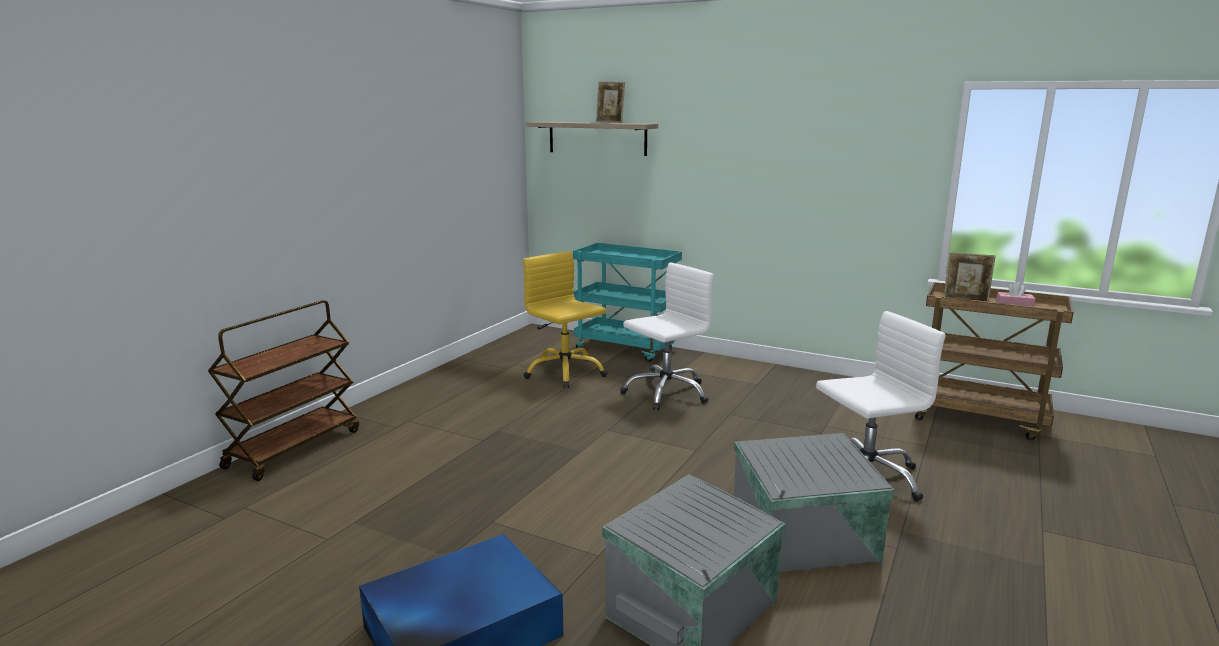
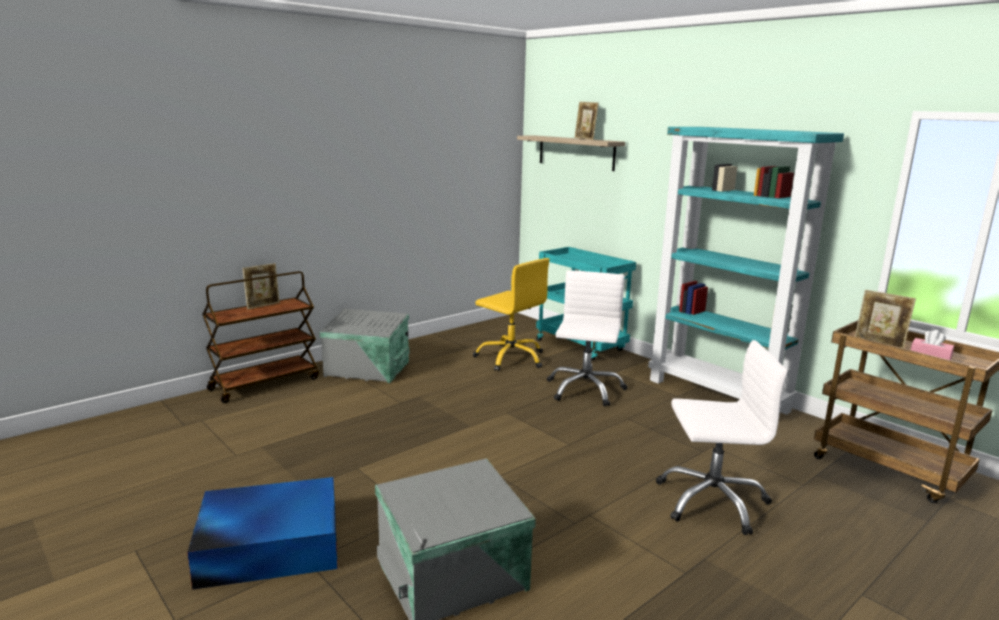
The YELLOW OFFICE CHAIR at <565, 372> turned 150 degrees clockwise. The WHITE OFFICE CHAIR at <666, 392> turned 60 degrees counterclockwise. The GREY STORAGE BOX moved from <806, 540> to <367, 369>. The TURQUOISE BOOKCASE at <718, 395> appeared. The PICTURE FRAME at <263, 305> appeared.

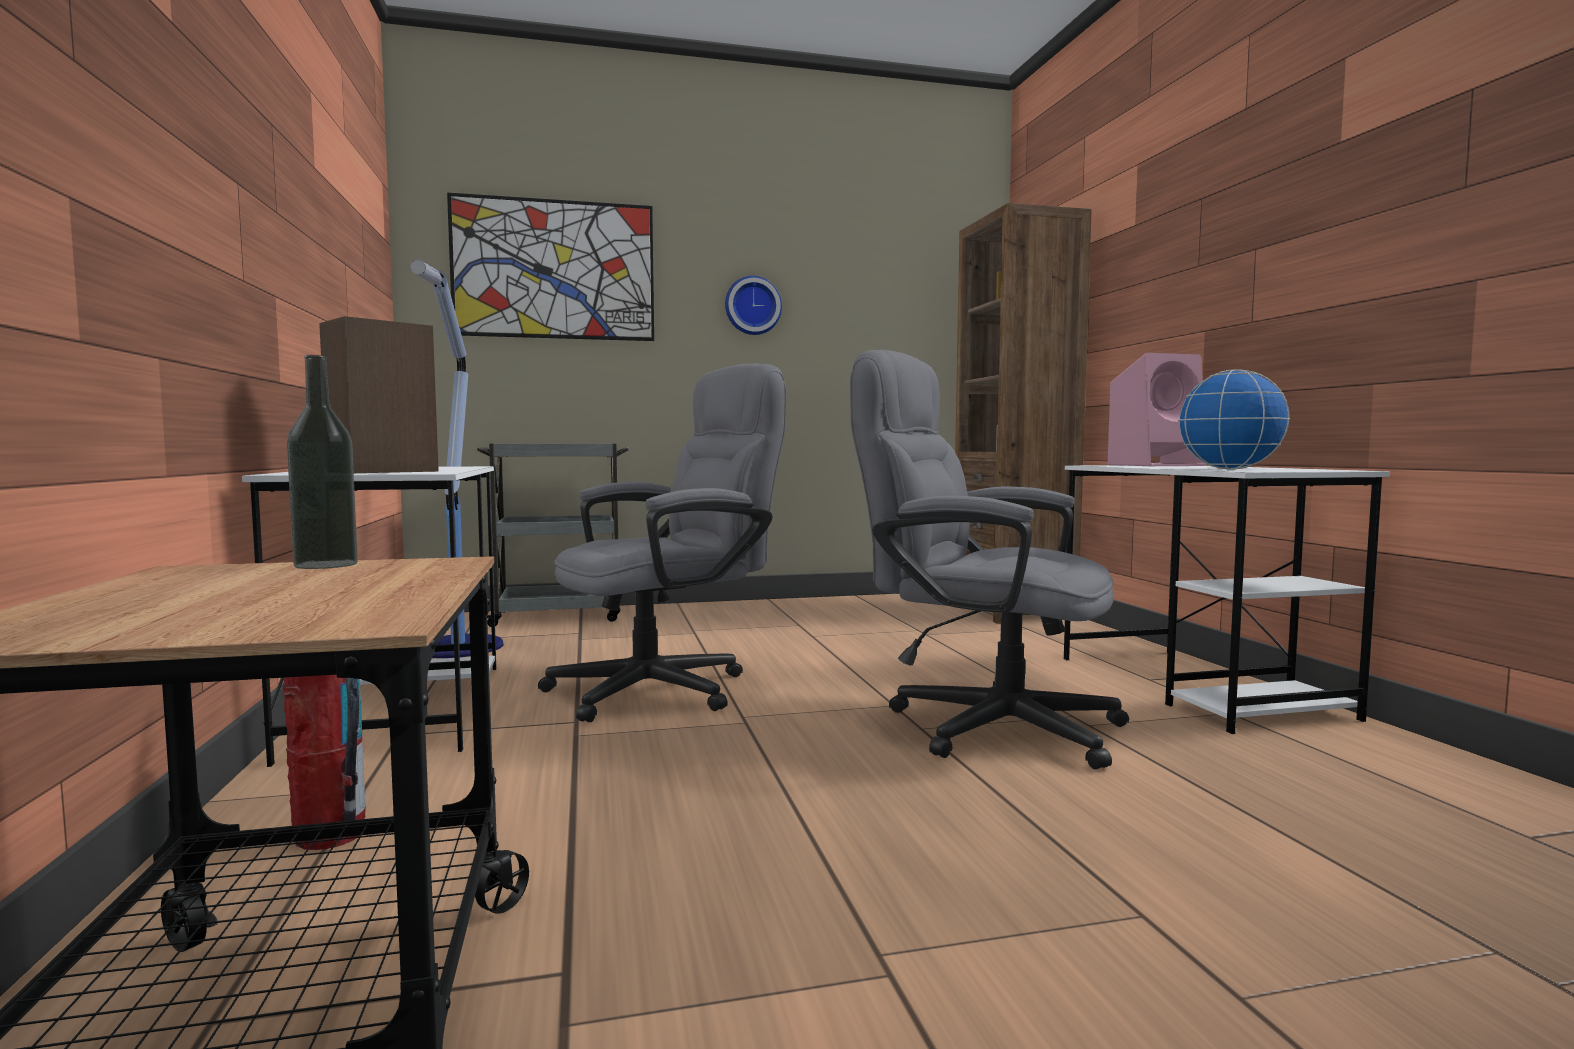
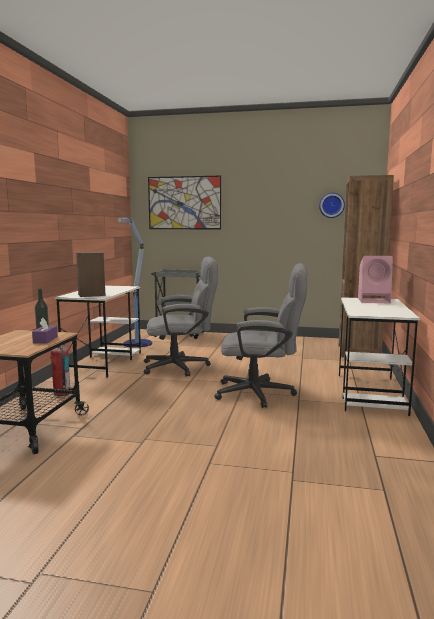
The WALL CLOCK moved from <752, 306> to <331, 205>. The GREY OFFICE CHAIR at <982, 724> turned 135 degrees clockwise. The GLOBE at <1230, 469> disappeared. The PURPLE TISSUE BOX at <45, 340> appeared.

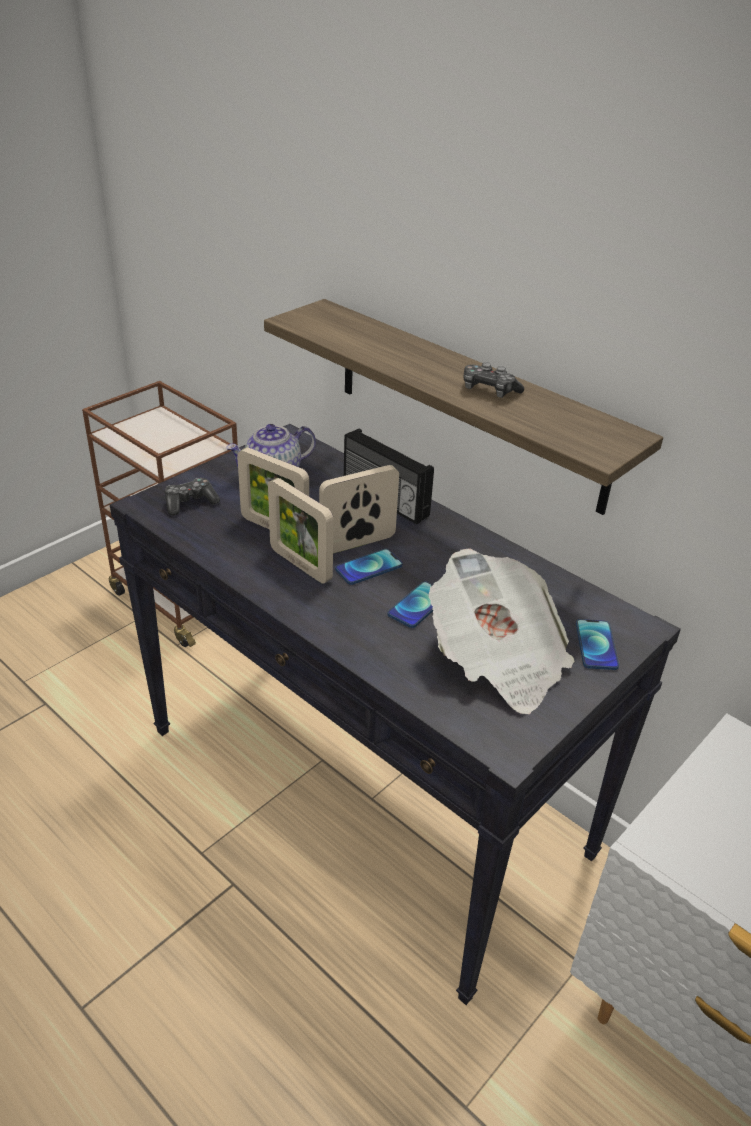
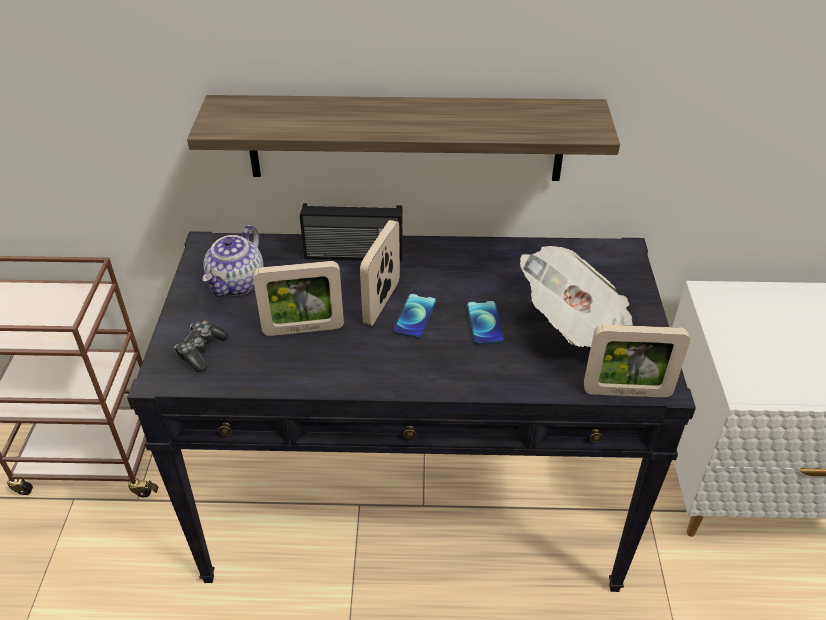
The GAME CONTROLLER at <489, 390> disappeared. The PICTURE FRAME moved from <300, 565> to <626, 392>. The PHONE at <596, 645> disappeared.

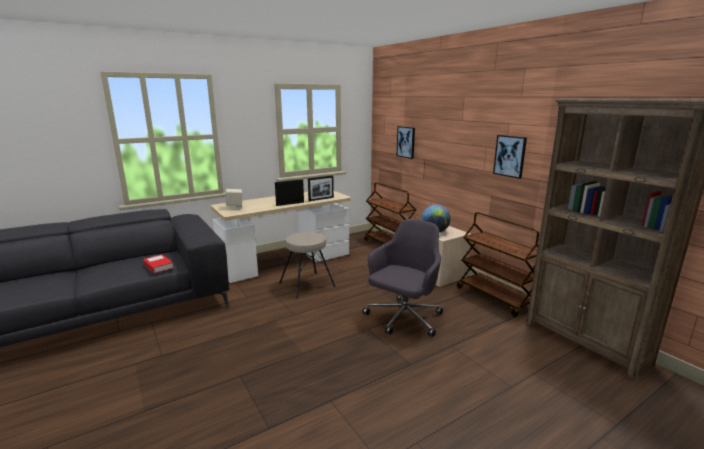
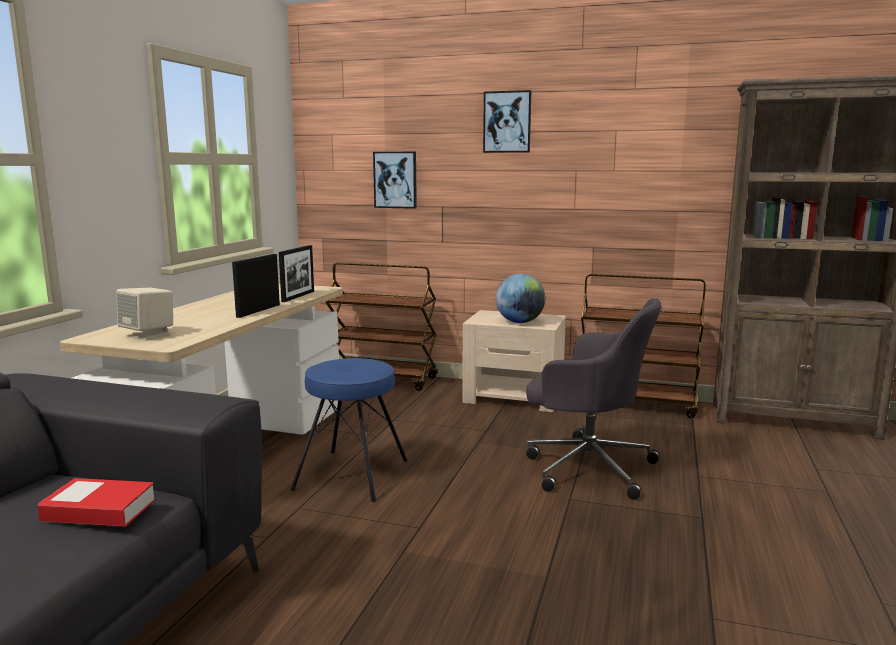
The PICTURE moved from <510, 156> to <507, 122>. The GREY OFFICE CHAIR at <403, 318> turned 120 degrees clockwise. The BEIGE STOOL at <307, 285> became the BLUE STOOL at <353, 474>.

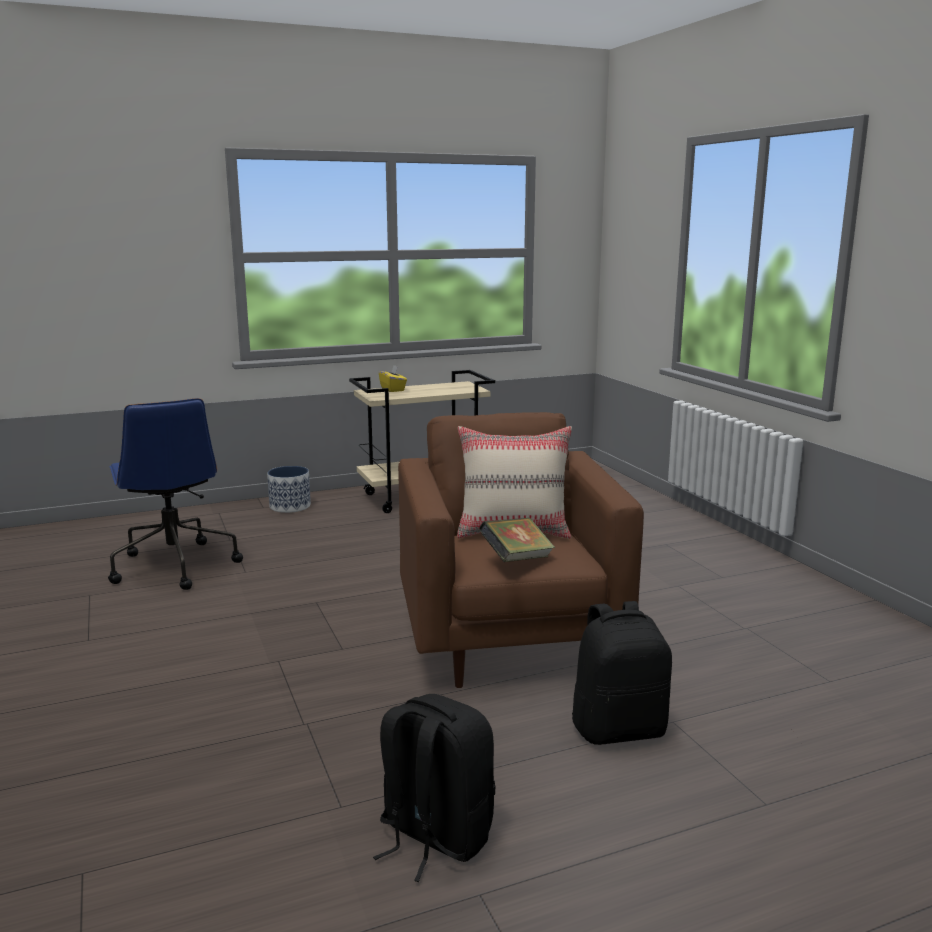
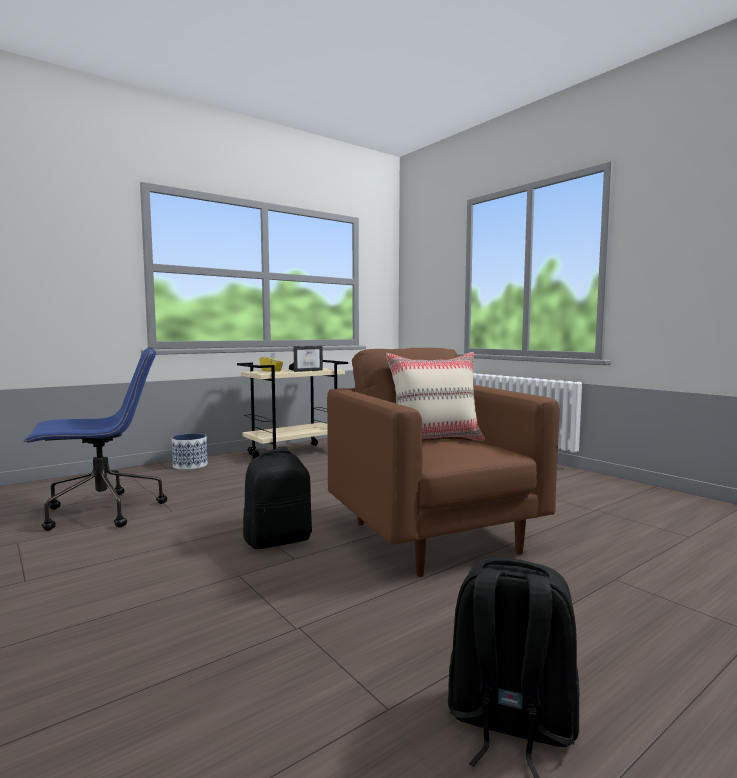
The BLUE OFFICE CHAIR at <174, 566> turned 75 degrees counterclockwise. The BOOK at <516, 559> disappeared. The BLACK BACKPACK moved from <619, 729> to <278, 540>. The PICTURE FRAME at <307, 371> appeared.

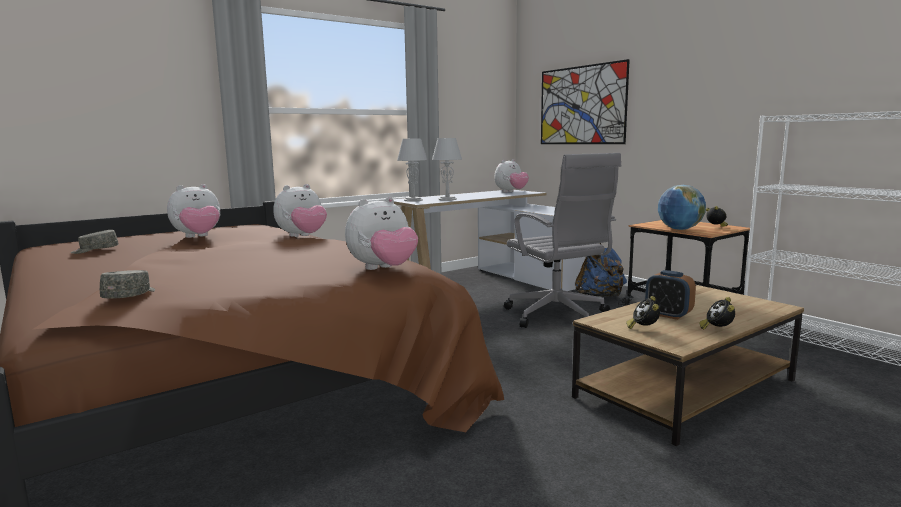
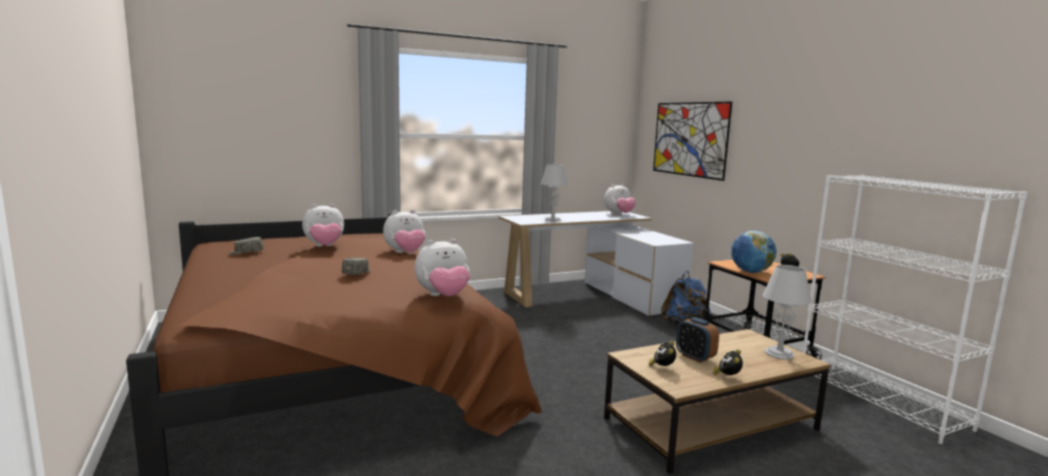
The GREY TABLE LAMP moved from <413, 200> to <779, 353>. The GREY OFFICE CHAIR at <558, 316> disappeared. The GREY CAP moved from <131, 296> to <357, 273>.

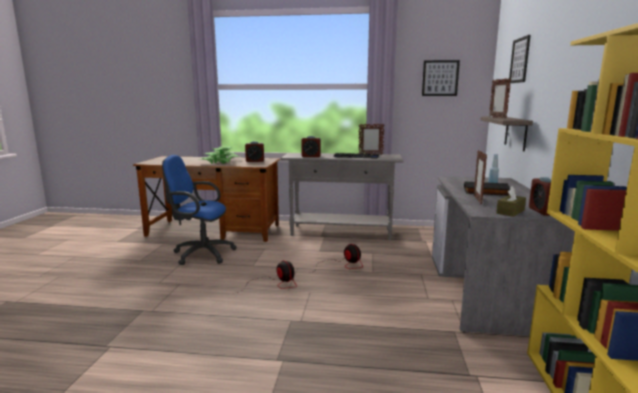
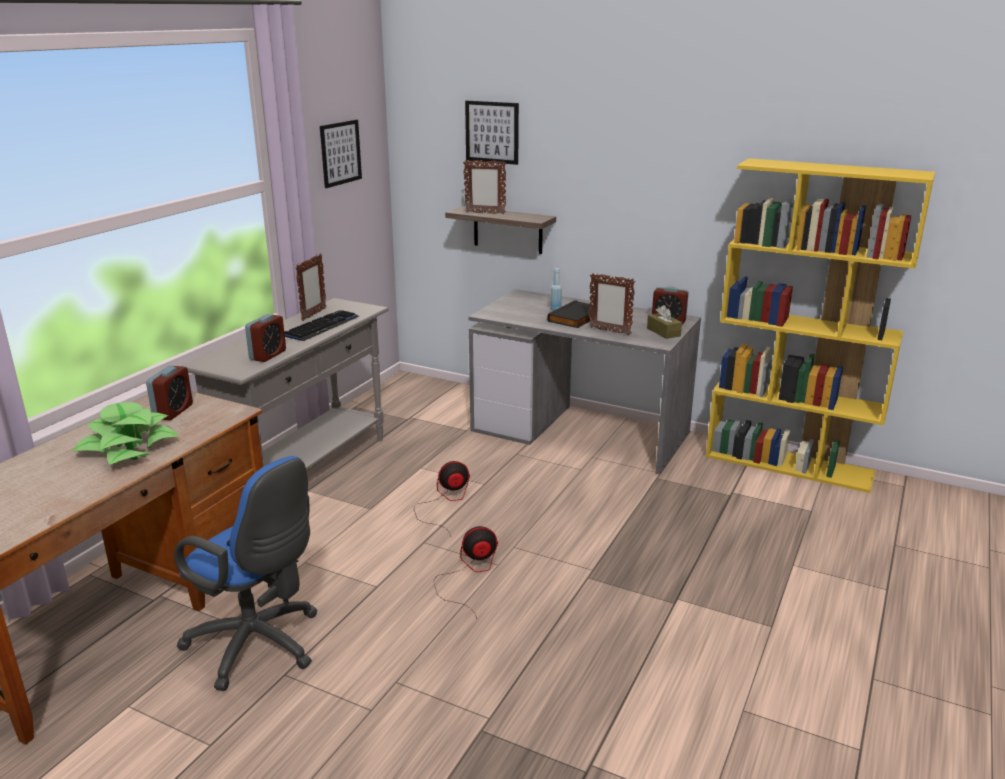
The BLUE OFFICE CHAIR at <200, 254> turned 90 degrees counterclockwise.

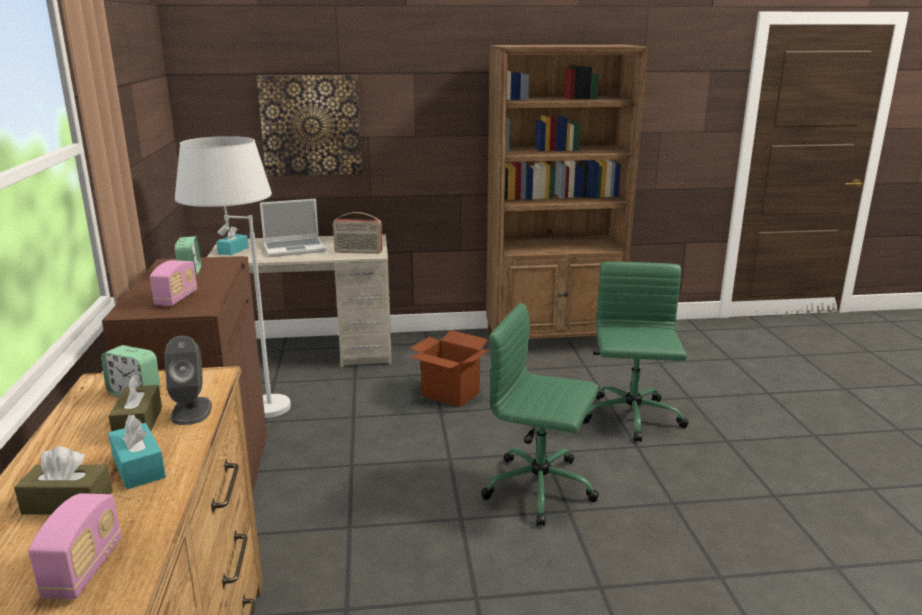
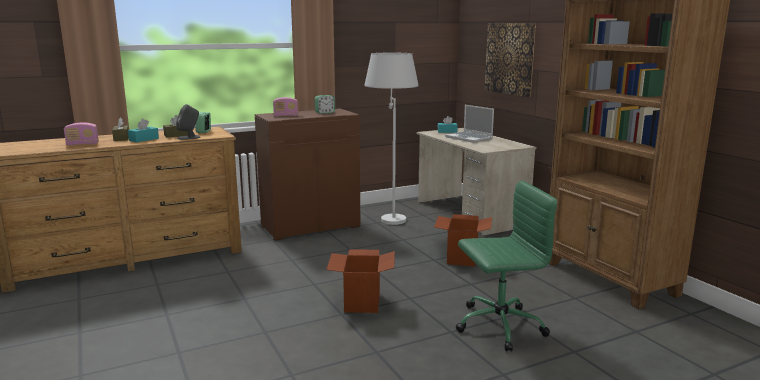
The RADIO at <358, 252> disappeared. The GREEN OFFICE CHAIR at <541, 488> was replaced by the CARDBOARD BOX at <362, 302>.

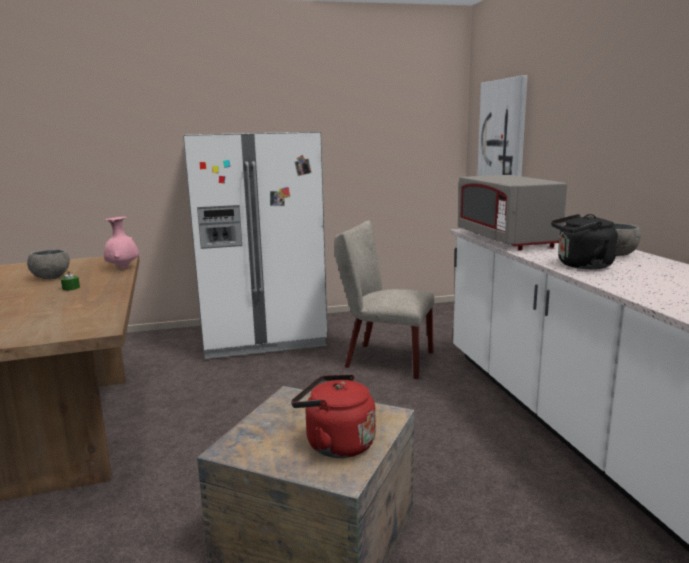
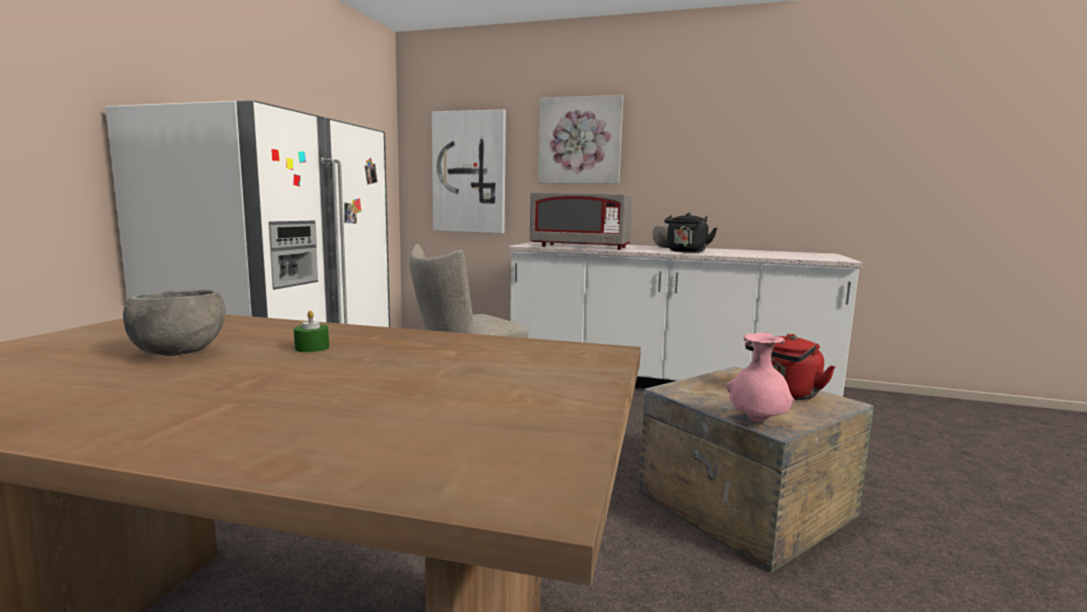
The PINK VASE moved from <123, 268> to <757, 421>. The PICTURE at <580, 141> appeared.

